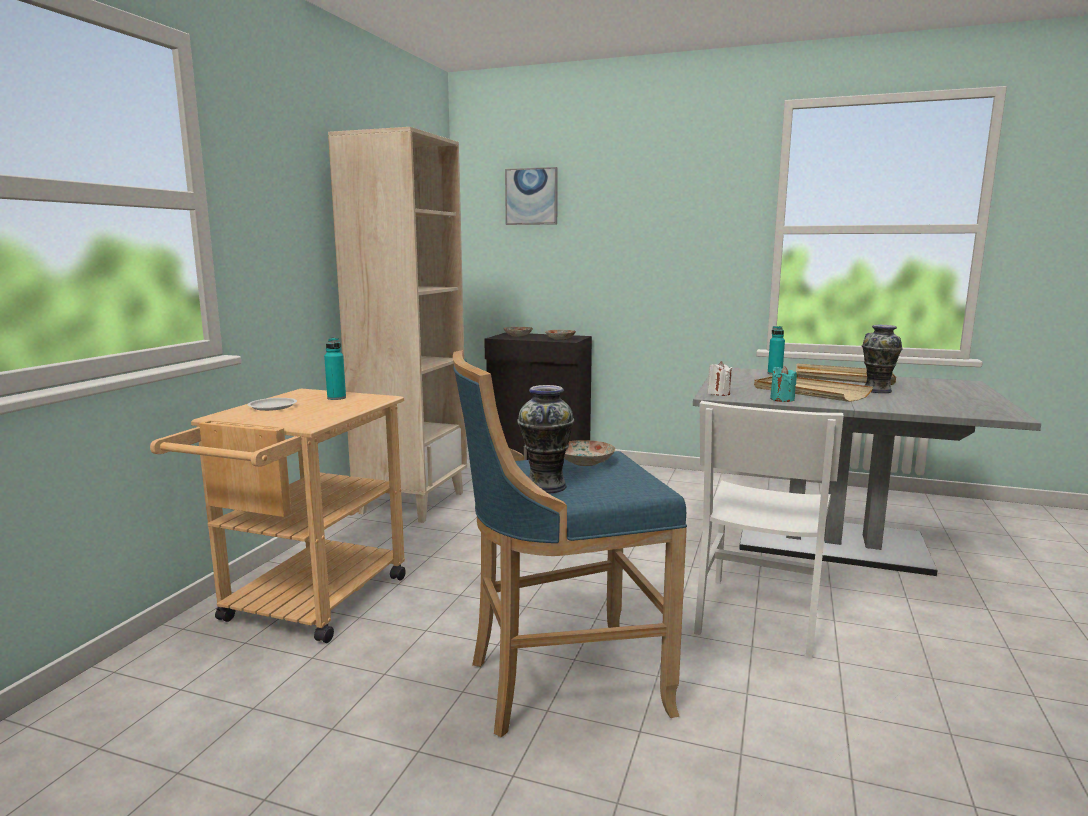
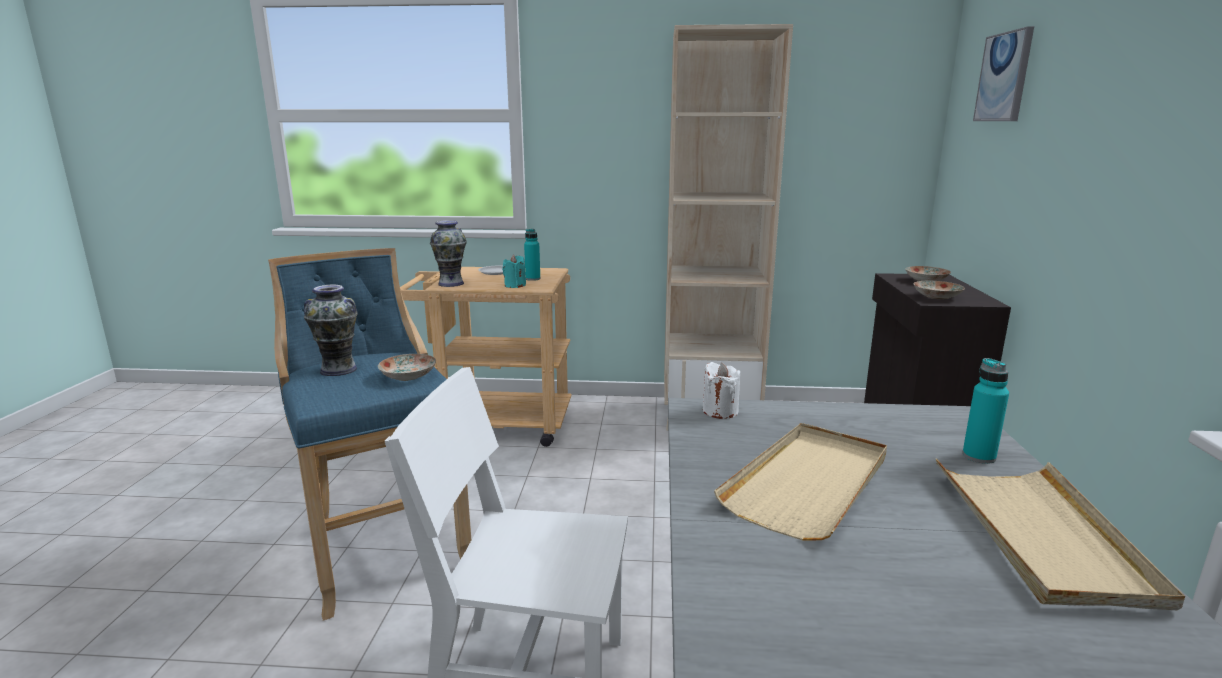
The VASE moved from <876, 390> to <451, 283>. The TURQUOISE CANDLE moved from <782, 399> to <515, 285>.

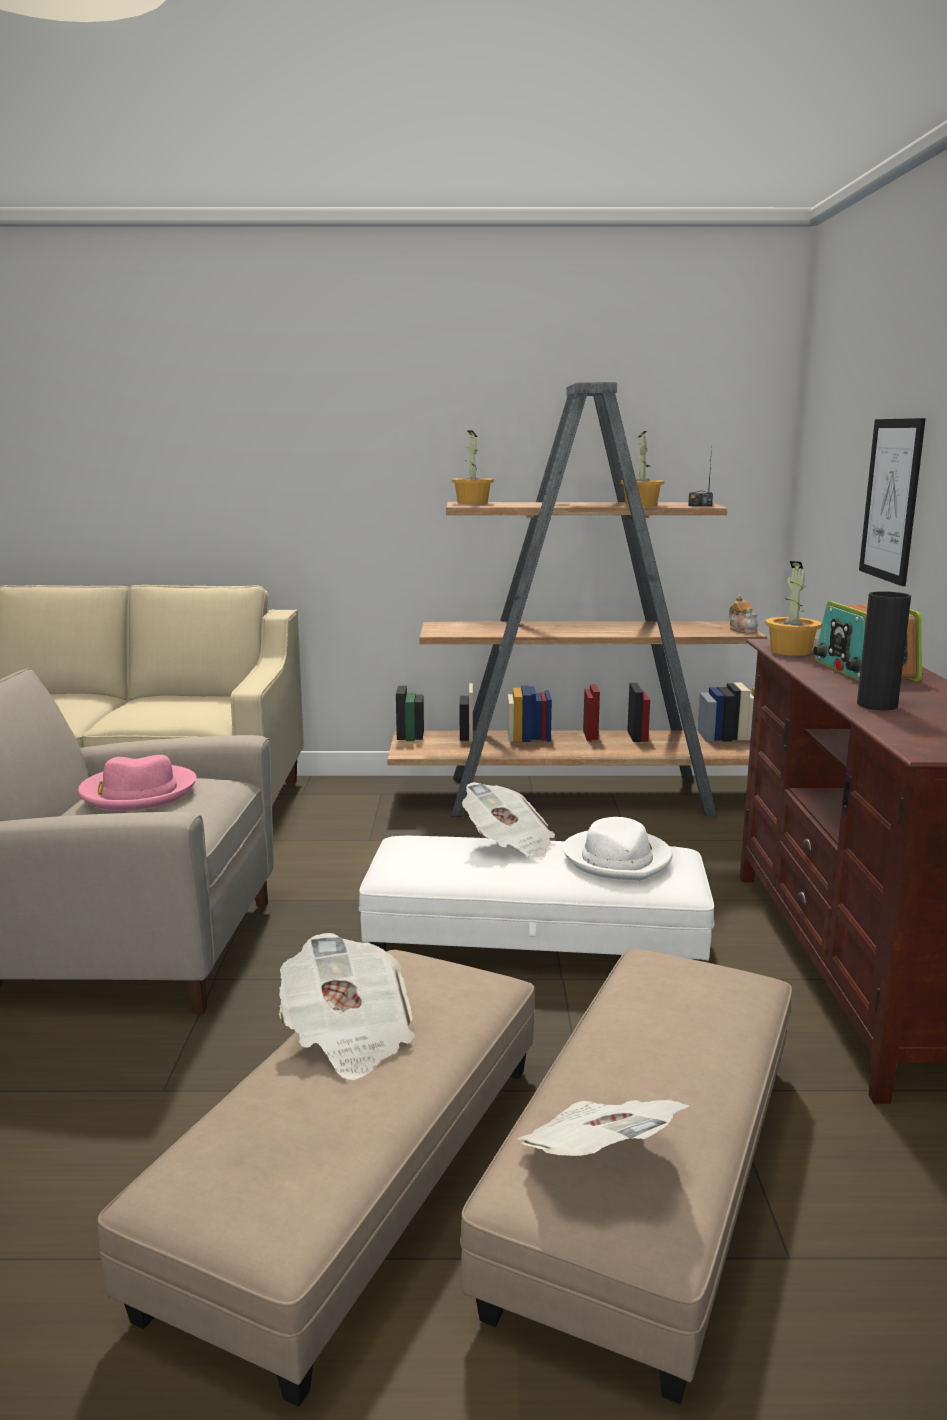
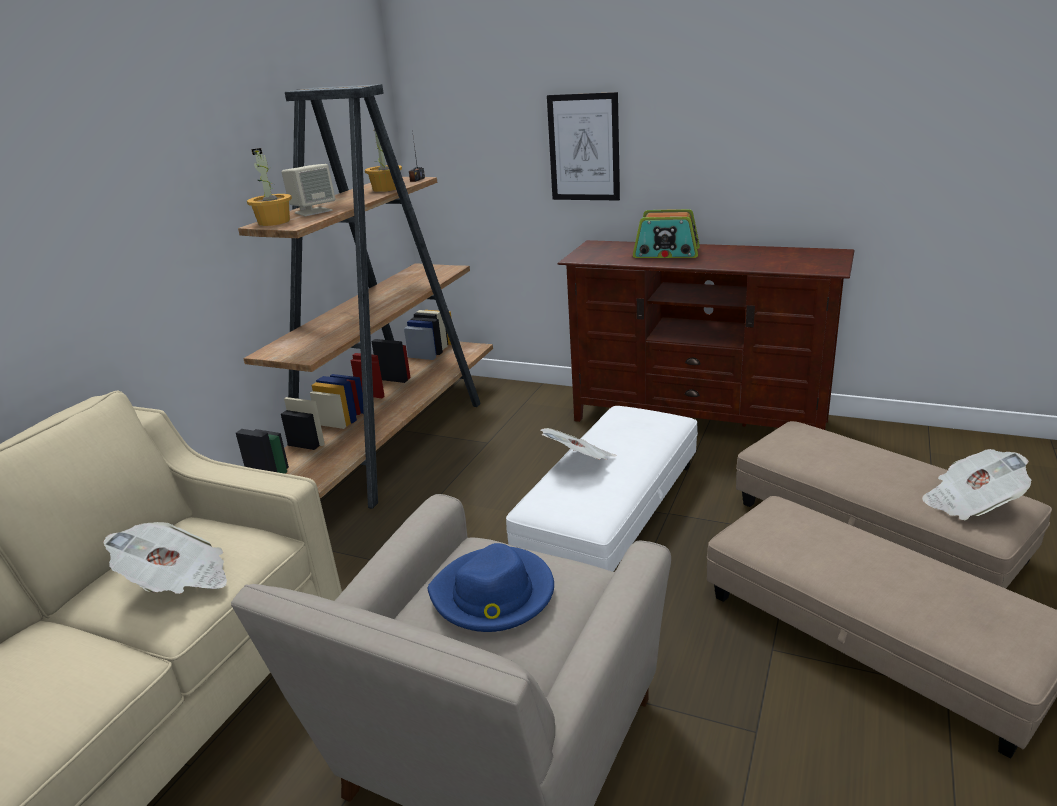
The POTTED PLANT at <790, 651> disappeared. The BLACK VASE at <877, 705> disappeared. The TEAPOT at <743, 630> disappeared. The PINK HAT at <138, 792> became the BLUE HAT at <493, 594>. The WHITE HAT at <618, 859> disappeared. The NEWSPAPER moved from <348, 1036> to <178, 581>. The BEIGE SPEAKER at <313, 211> appeared.

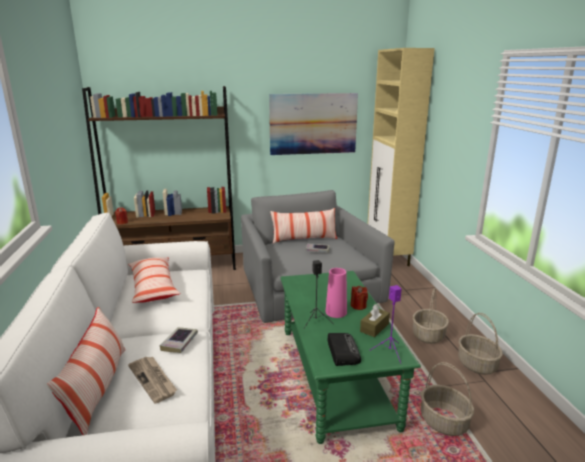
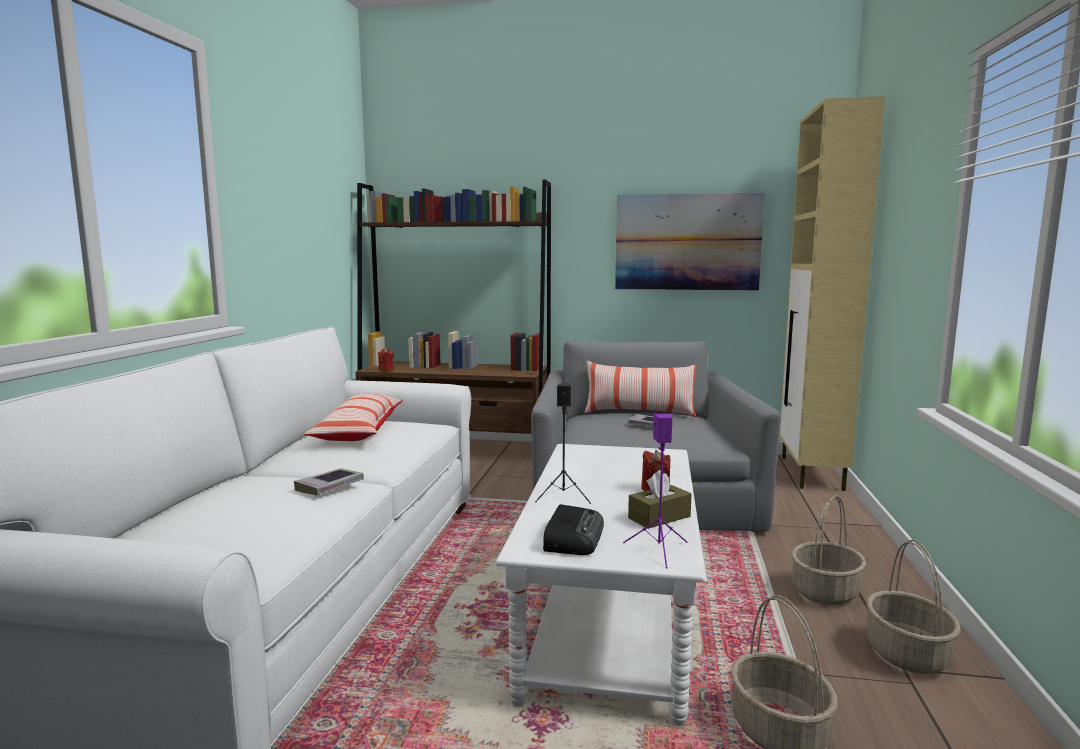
The PINK VASE at <336, 312> disappeared. The GREEN COFFEE TABLE at <335, 375> became the WHITE COFFEE TABLE at <609, 616>. The PILLOW at <97, 388> disappeared. The NEWSPAPER at <153, 380> disappeared.

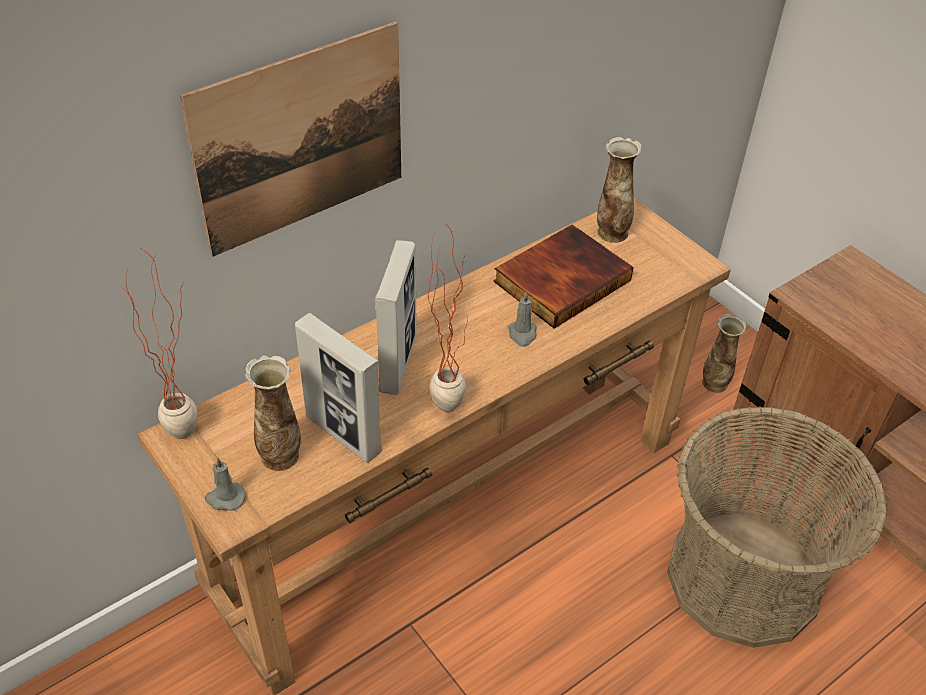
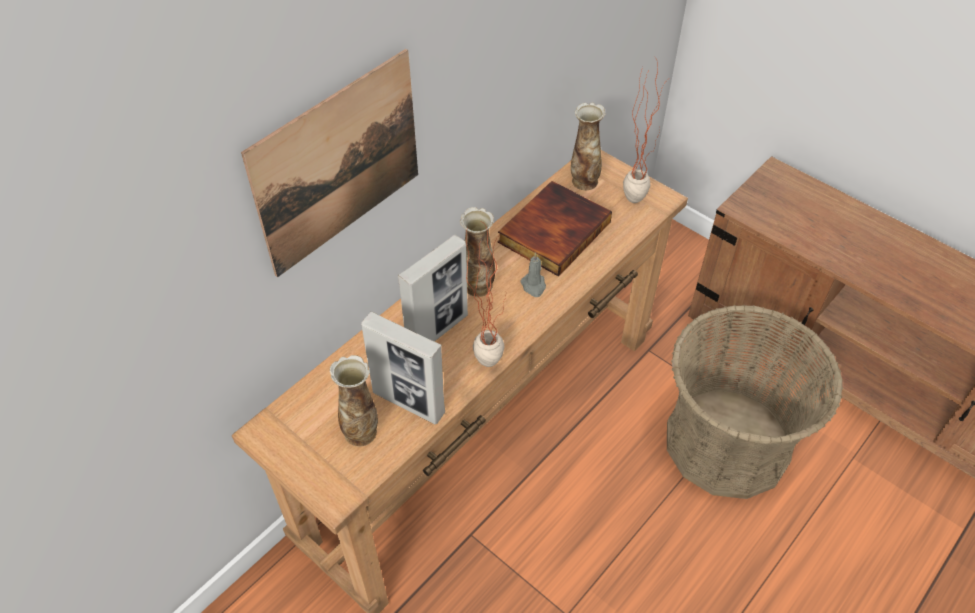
The PICTURE FRAME at <398, 363> turned 45 degrees clockwise. The POTTED PLANT moved from <189, 424> to <635, 193>. The VASE moved from <714, 384> to <478, 286>. The GREY CANDLE at <225, 498> disappeared.

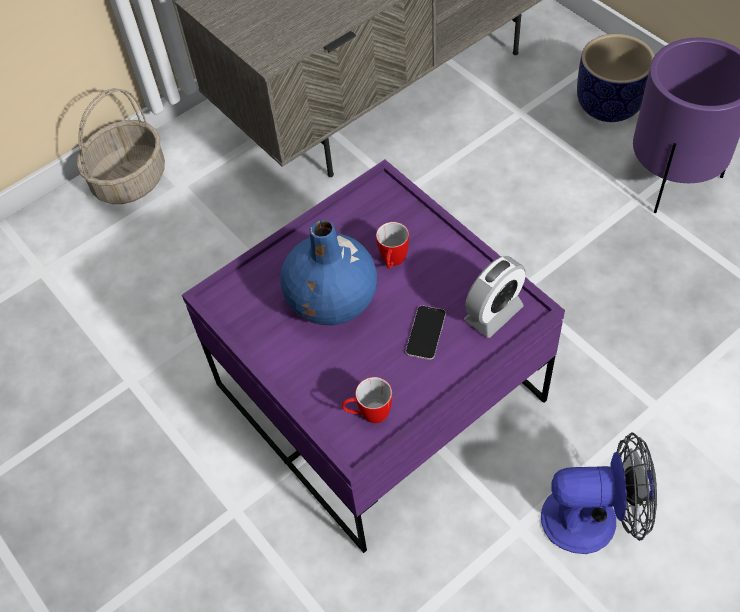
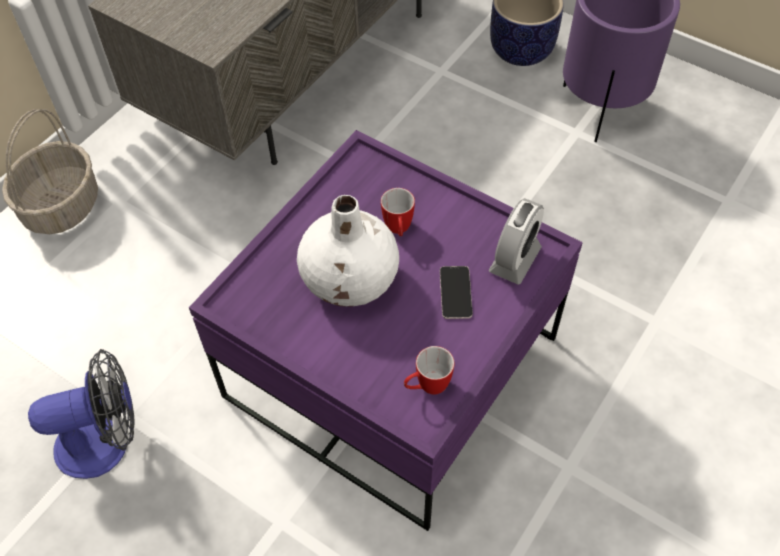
The BLUE VASE at <333, 300> became the WHITE VASE at <351, 280>. The FAN moved from <593, 518> to <105, 441>.

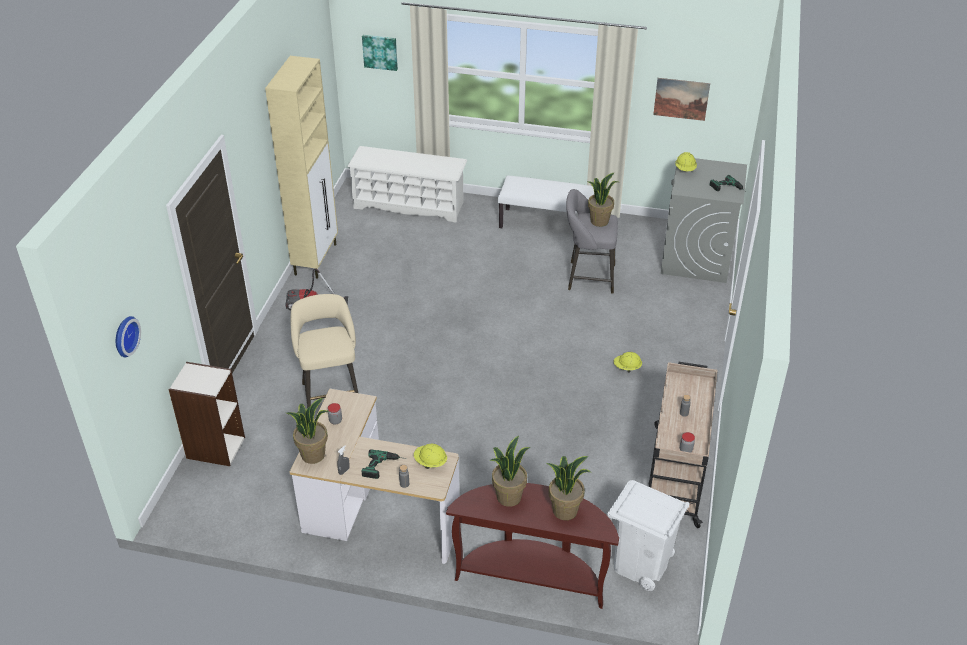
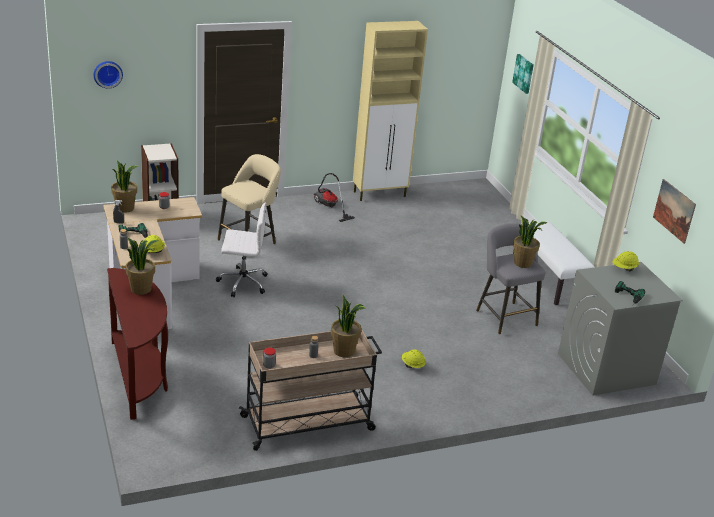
The WHITE SHOE RACK at <409, 205> disappeared. The POTTED PLANT moved from <565, 510> to <344, 351>. The WHITE TRASH CAN at <641, 565> disappeared. The WHITE OFFICE CHAIR at <242, 282> appeared.

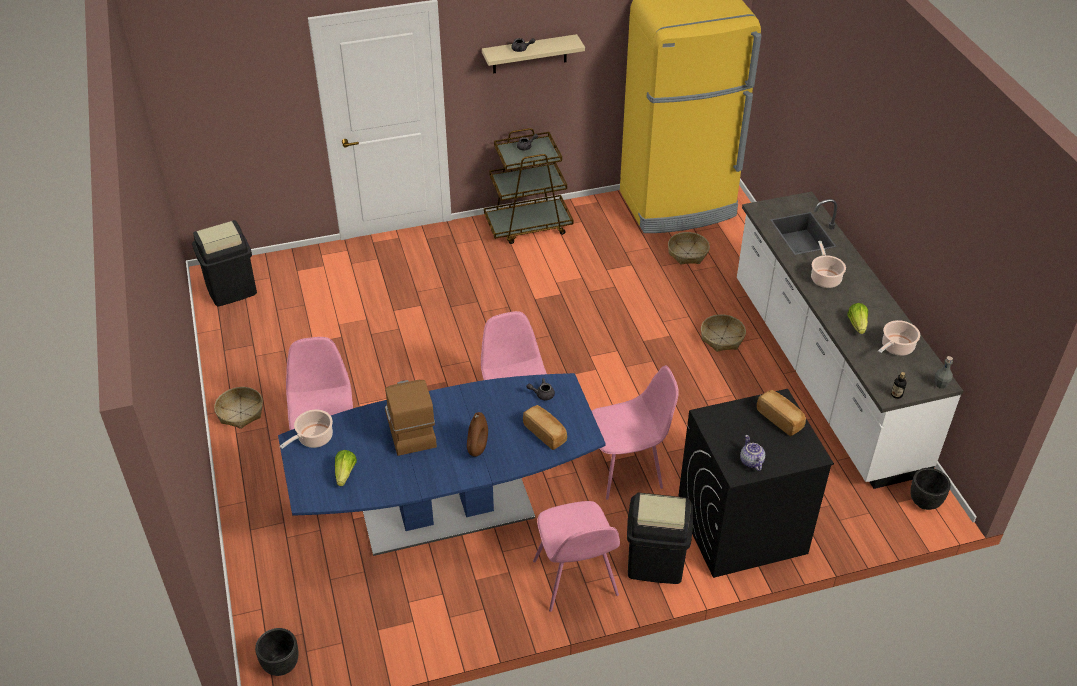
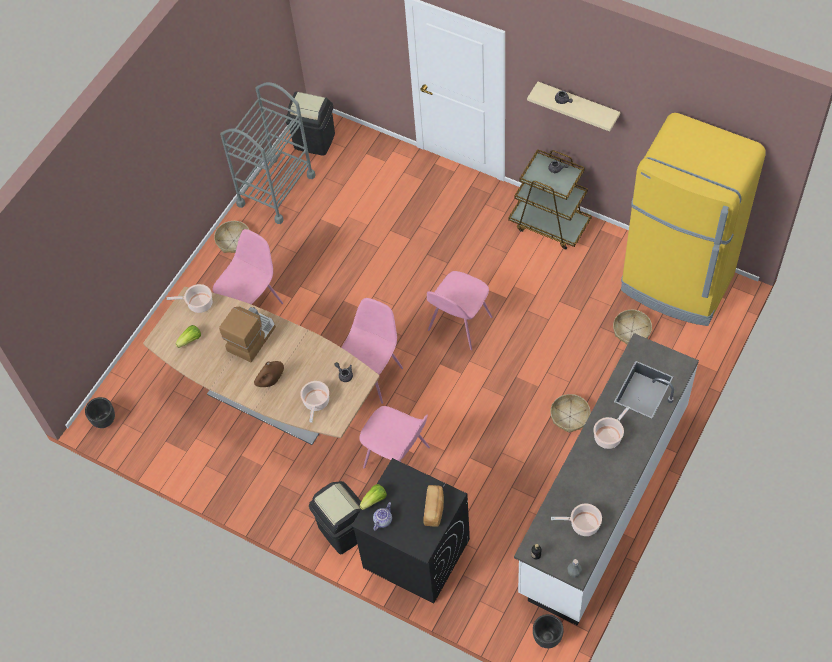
The LETTUCE moved from <857, 325> to <374, 500>. The BLUE DINING TABLE at <446, 511> became the BROWN DINING TABLE at <271, 399>. The BREAD at <545, 433> was replaced by the COOKING POT at <316, 402>. The PINK CHAIR moved from <576, 580> to <459, 325>. The GREY CART at <276, 190> appeared.

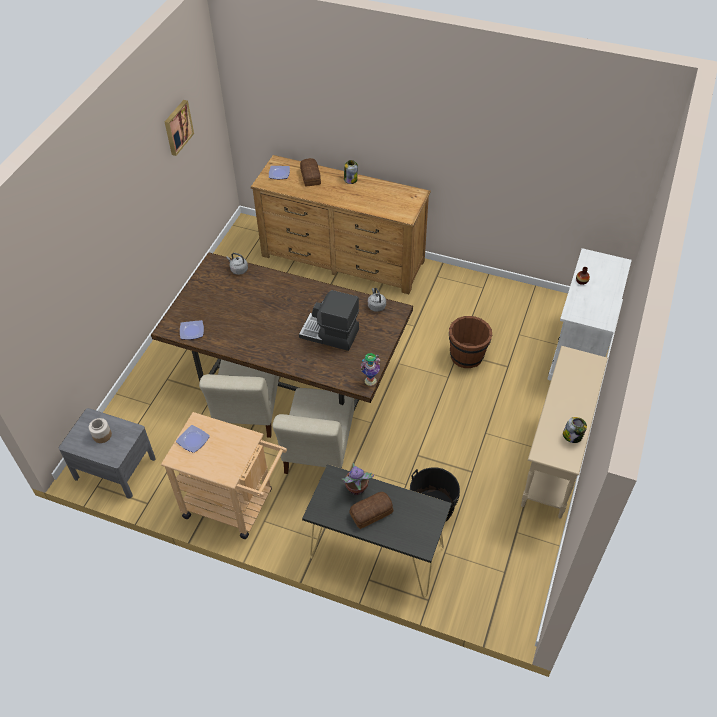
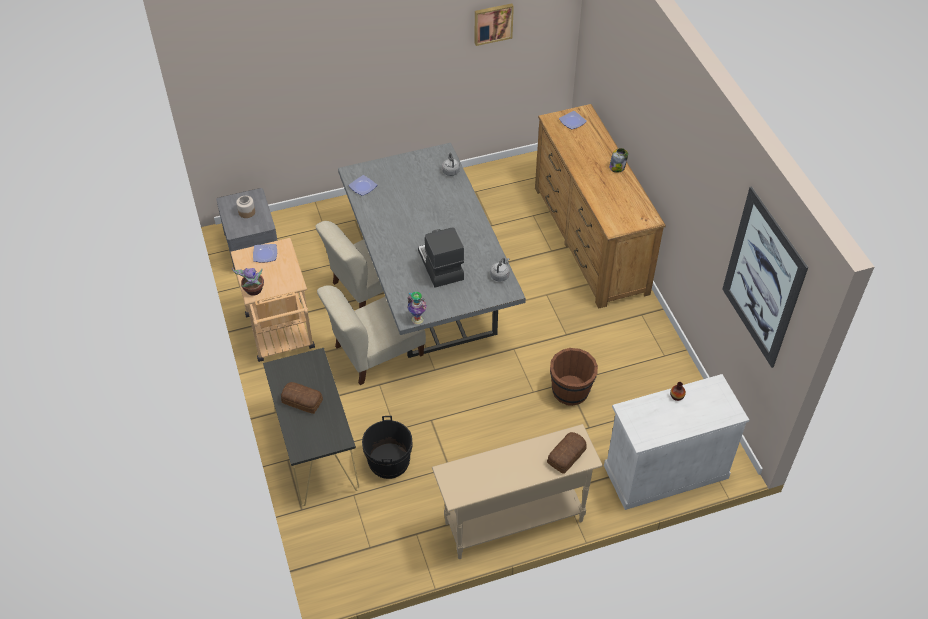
The BREAD moved from <311, 176> to <567, 456>. The BROWN DINING TABLE at <291, 377> became the GREY DINING TABLE at <429, 290>. The JAR at <572, 436> disappeared. The POTTED PLANT moved from <356, 489> to <253, 290>. The PICTURE at <762, 278> appeared.

